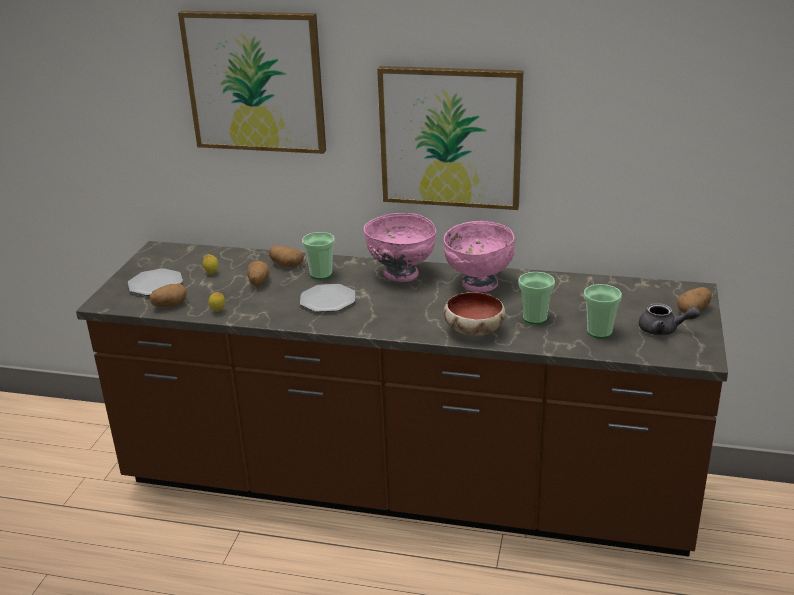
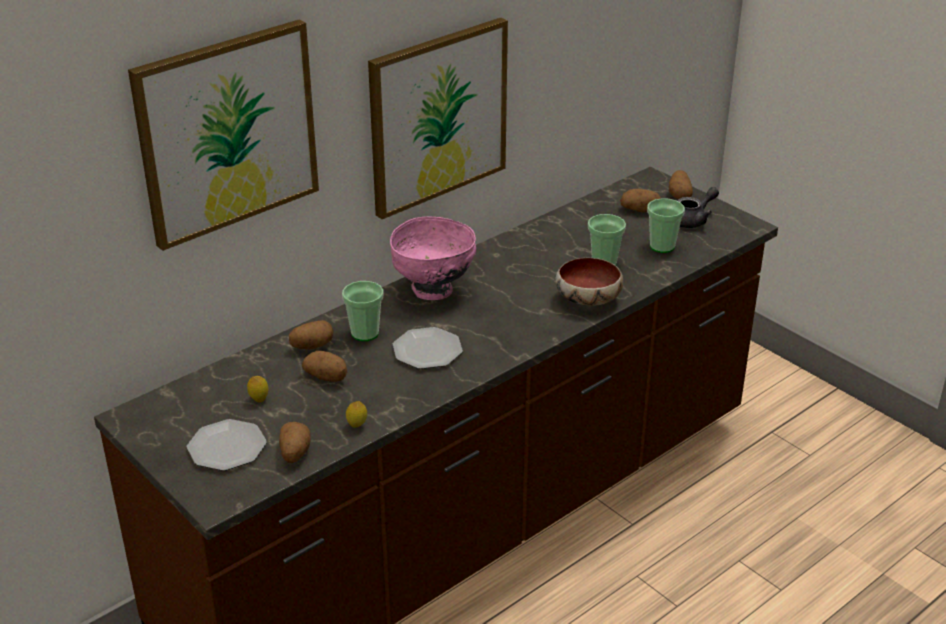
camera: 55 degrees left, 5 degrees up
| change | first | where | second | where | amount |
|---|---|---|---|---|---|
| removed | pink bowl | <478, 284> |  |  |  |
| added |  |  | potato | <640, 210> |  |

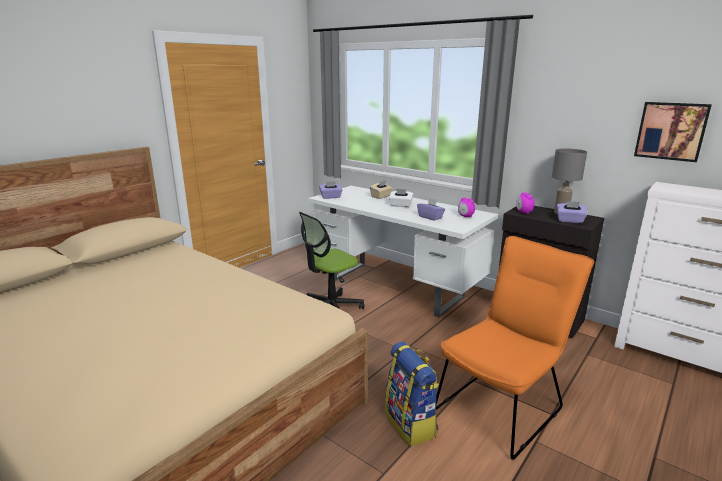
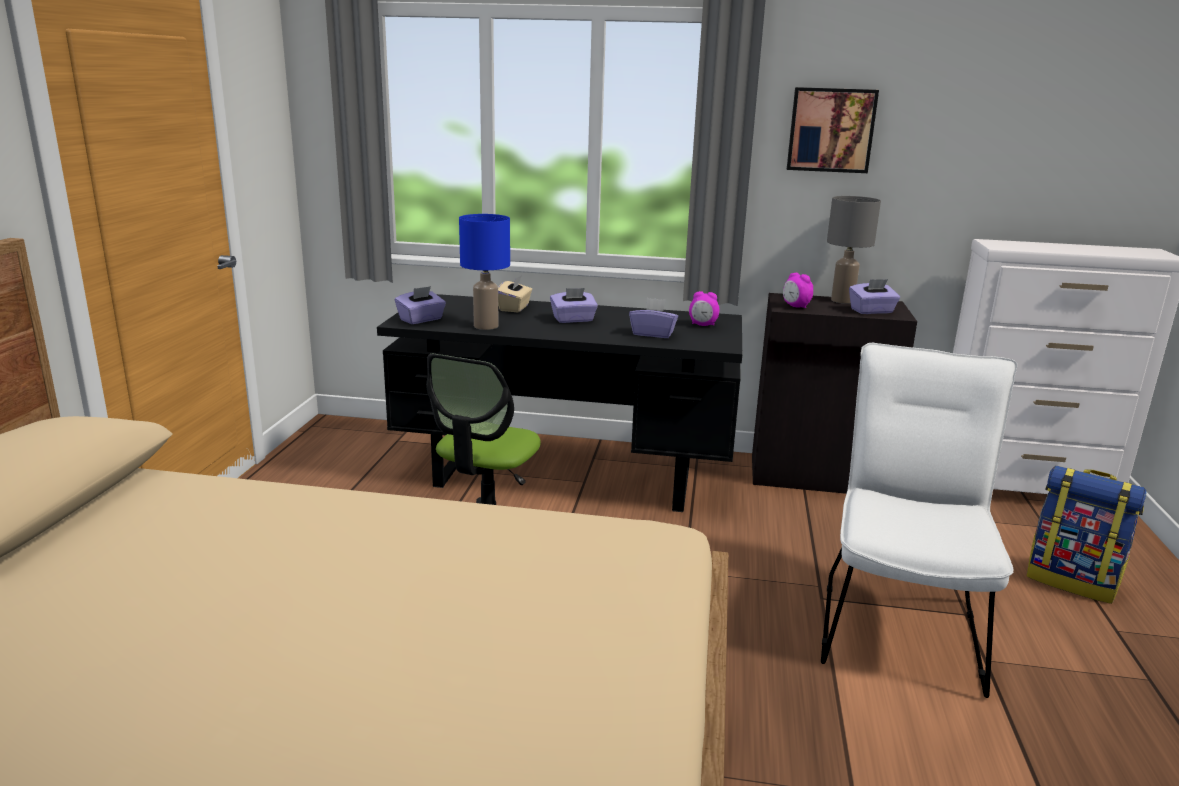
camera: 30 degrees left, 0 degrees up
| change | first | where | second | where | amount |
|---|---|---|---|---|---|
| recoloured | white desk | <396, 287> | black desk | <565, 477> |  |
| moved | backpack | <411, 424> |  | <1072, 581> |  |
| recoloured | white tissue box | <400, 205> | purple tissue box | <573, 320> |  |
| recoloured | orange chair | <503, 405> | white chair | <899, 623> |  |
| moved | picture | <671, 131> |  | <831, 130> |  |
| added |  |  | blue table lamp | <485, 326> |  |

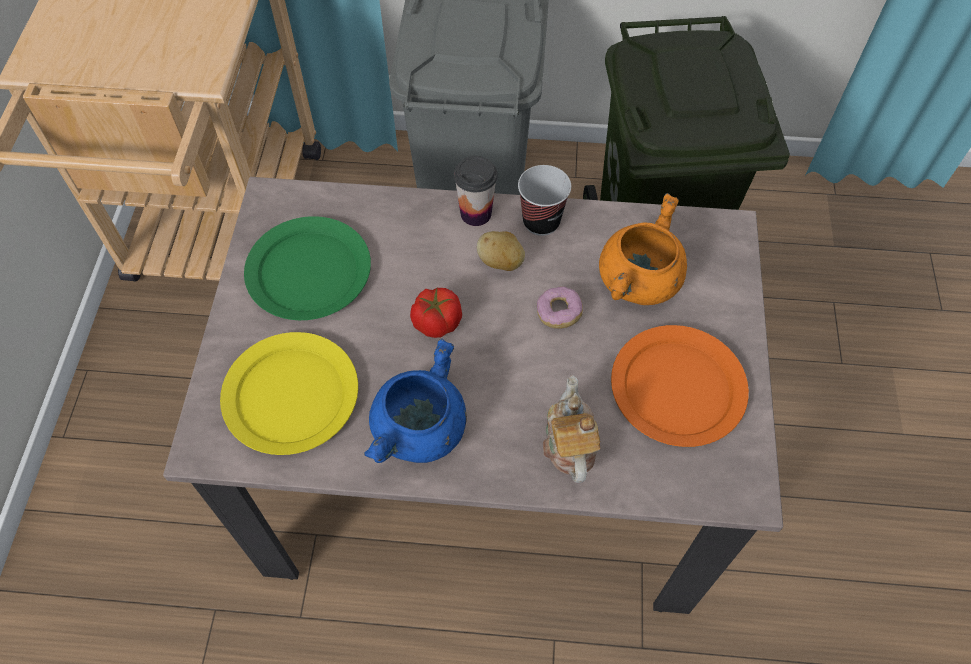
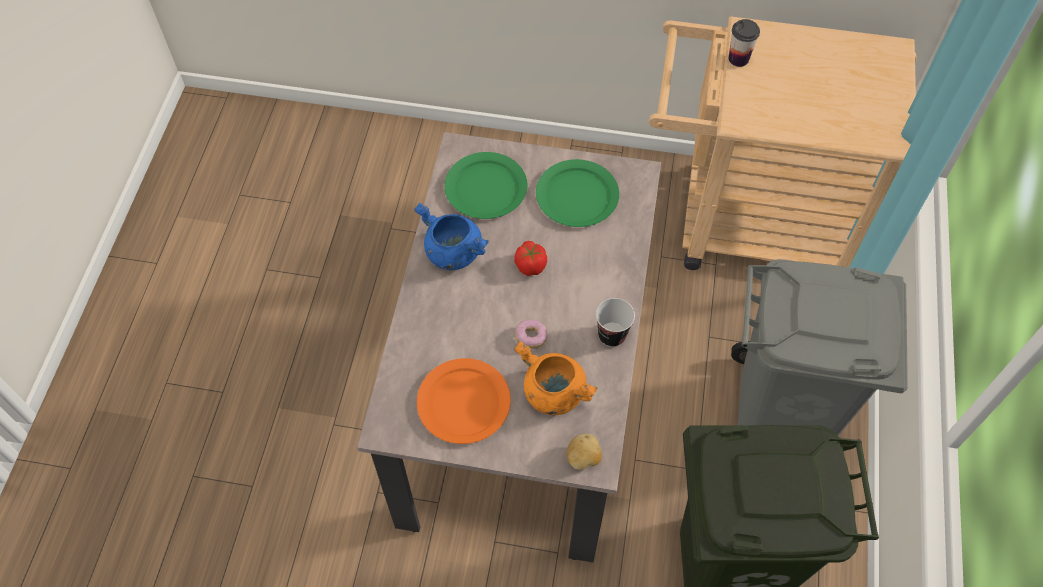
camera: 95 degrees right, 0 degrees up
| change | first | where | second | where | amount |
|---|---|---|---|---|---|
| recoloured | yellow plate | <292, 396> | green plate | <485, 188> |  |
| moved | cup | <476, 213> |  | <738, 59> |  |
| moved | potato | <501, 262> |  | <583, 458> |  |
| removed | teapot | <569, 444> |  |  |  |

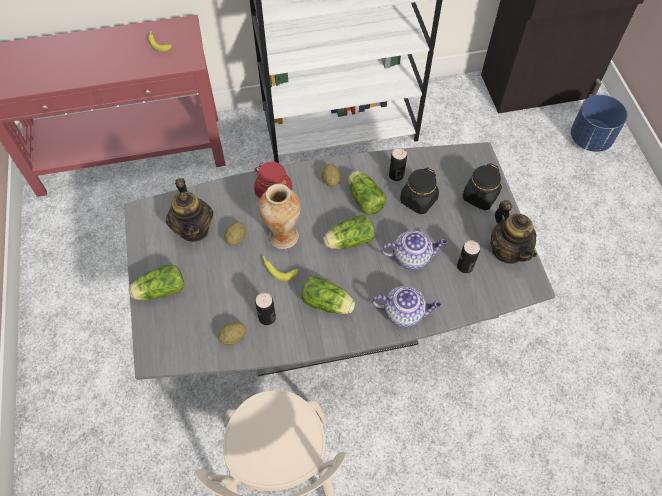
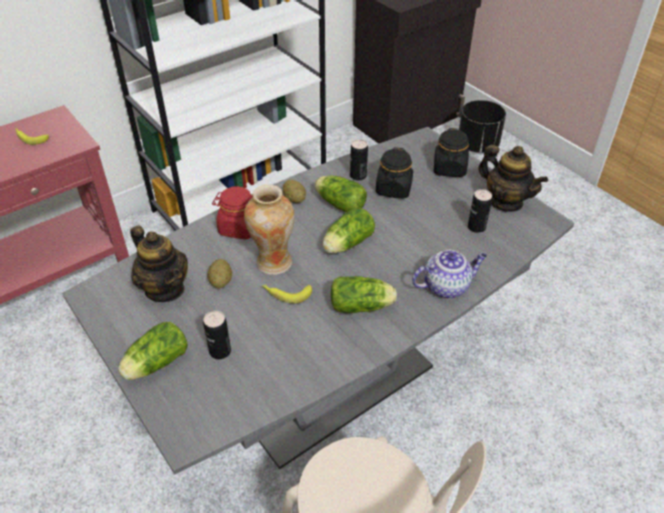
camera: 25 degrees left, 15 degrees down
| change | first | where | second | where | amount |
|---|---|---|---|---|---|
| removed | potato | <233, 337> |  |  |  |
| moved | can | <267, 317> |  | <220, 351> |  |
| removed | teapot | <412, 257> |  |  |  |
| recoloured | blue planter | <590, 139> | black planter | <478, 146> |  |

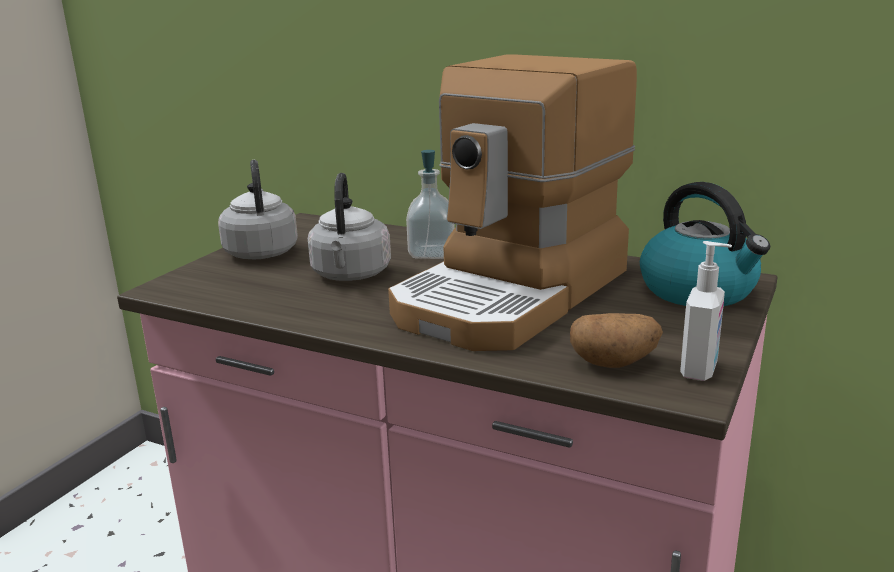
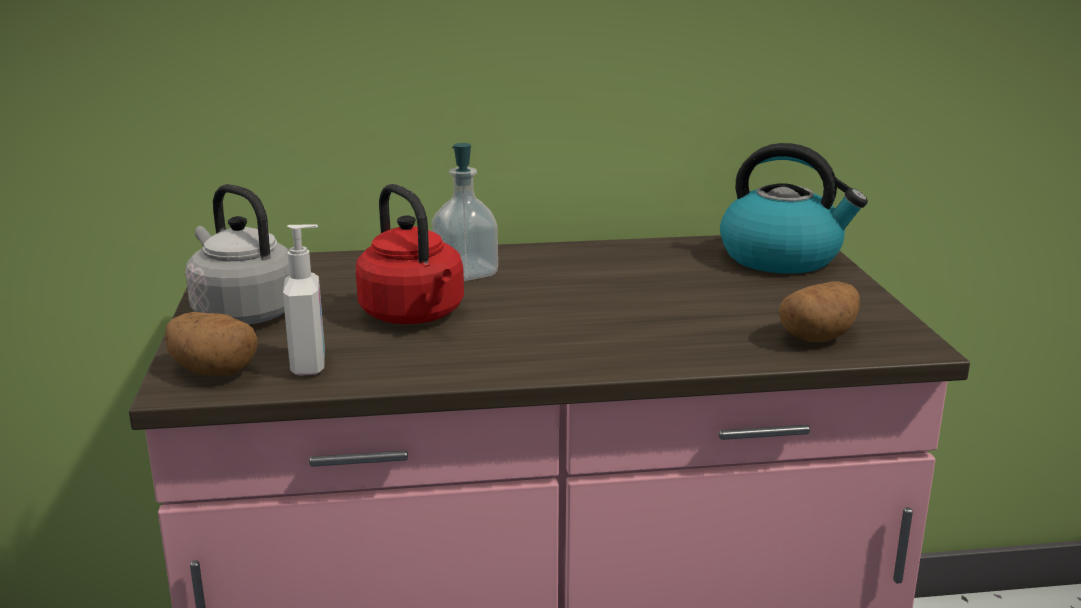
camera: 35 degrees left, 0 degrees up
| change | first | where | second | where | amount |
|---|---|---|---|---|---|
| recoloured | grey kettle | <350, 275> | red kettle | <415, 316> |  |
| removed | coffee machine | <514, 295> |  |  |  |
| moved | soap dispenser | <700, 370> |  | <310, 365> |  |
| added |  |  | potato | <213, 371> |  |

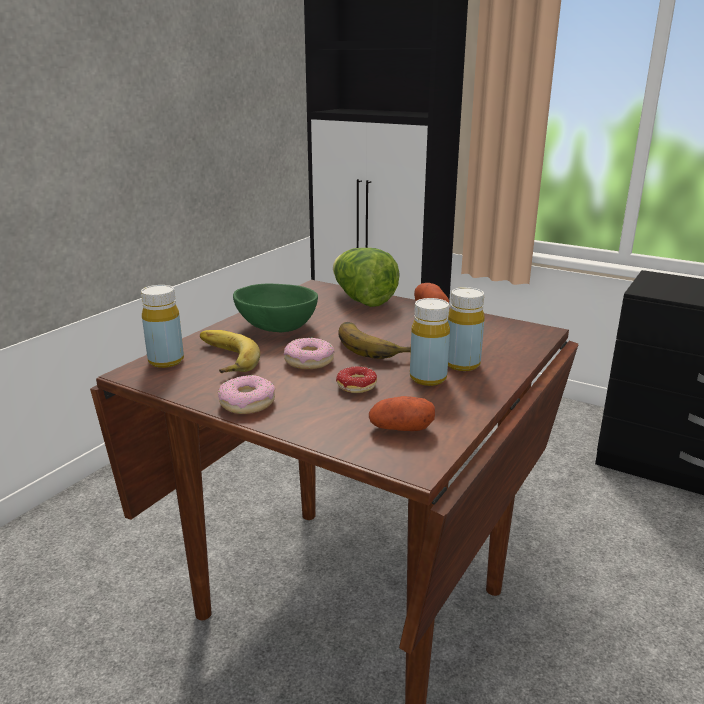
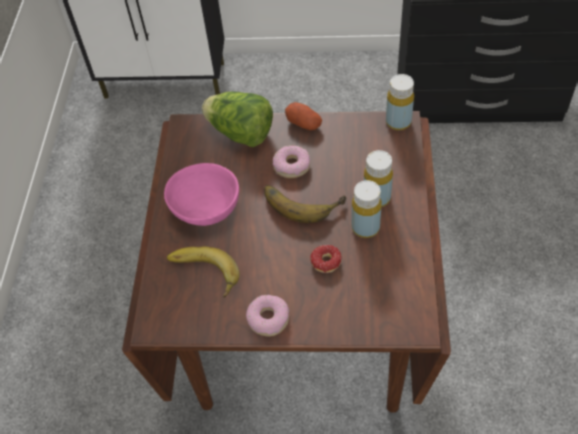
camera: 25 degrees left, 30 degrees up
| change | first | where | second | where | amount |
|---|---|---|---|---|---|
| moved | yellow bottle | <166, 361> |  | <398, 122> |  |
| recoloured | green bowl | <277, 327> | pink bowl | <206, 209> |  |
| moved | donut | <309, 361> |  | <292, 166> |  |
| removed | potato | <401, 429> |  |  |  |

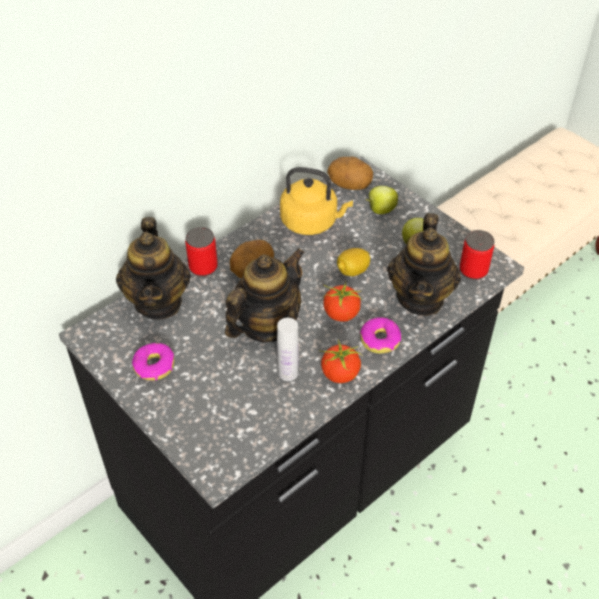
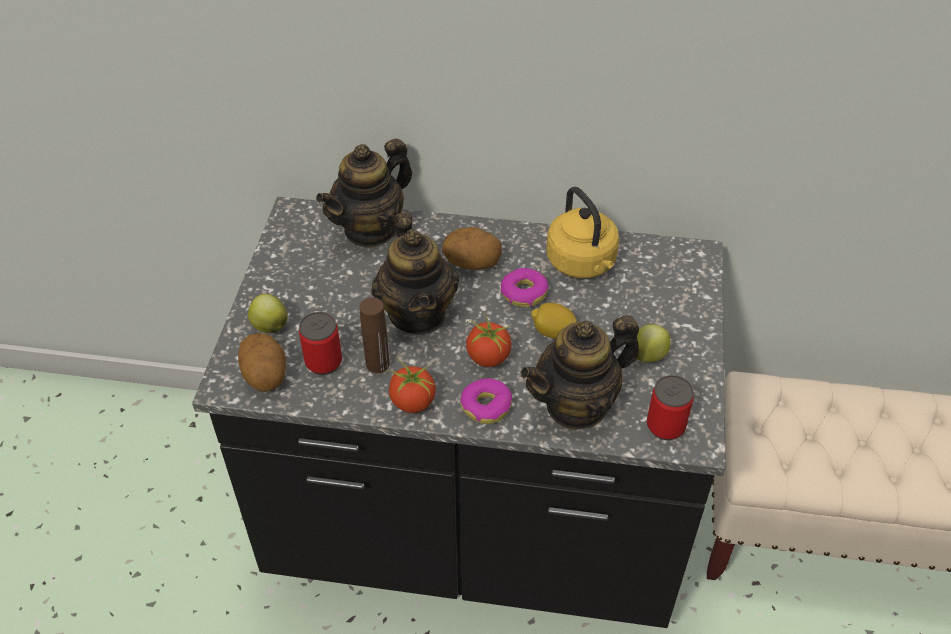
camera: 50 degrees right, 0 degrees up
| change | first | where | second | where | amount |
|---|---|---|---|---|---|
| moved | donut | <154, 366> |  | <523, 293> |  |
| moved | can | <203, 267> |  | <323, 362> |  |
| turned | teapot | <266, 325> |  | <418, 313> | 75 degrees clockwise |
| recoloured | white bottle | <288, 373> | brown bottle | <377, 364> |  |
| moved | potato | <350, 185> |  | <266, 376> |  |
| moved | apple | <380, 210> |  | <269, 326> |  |

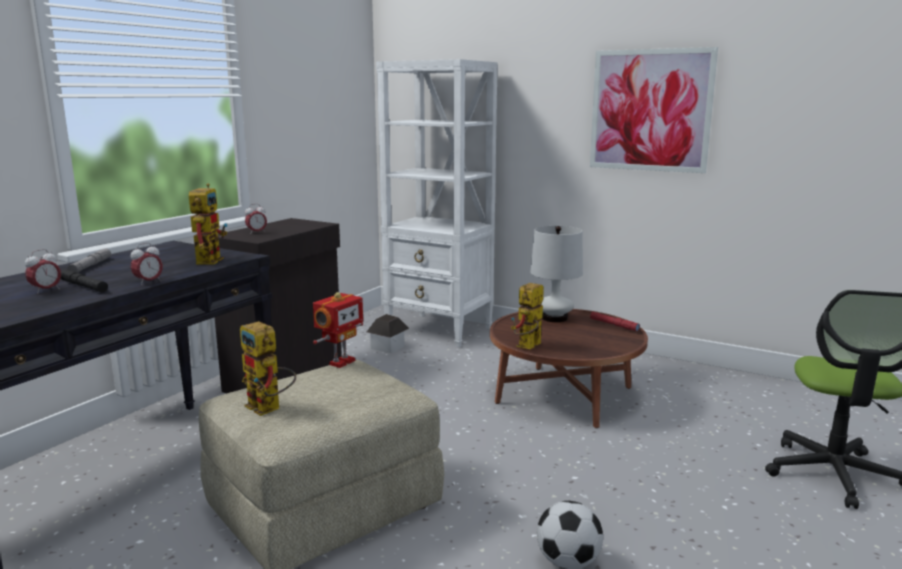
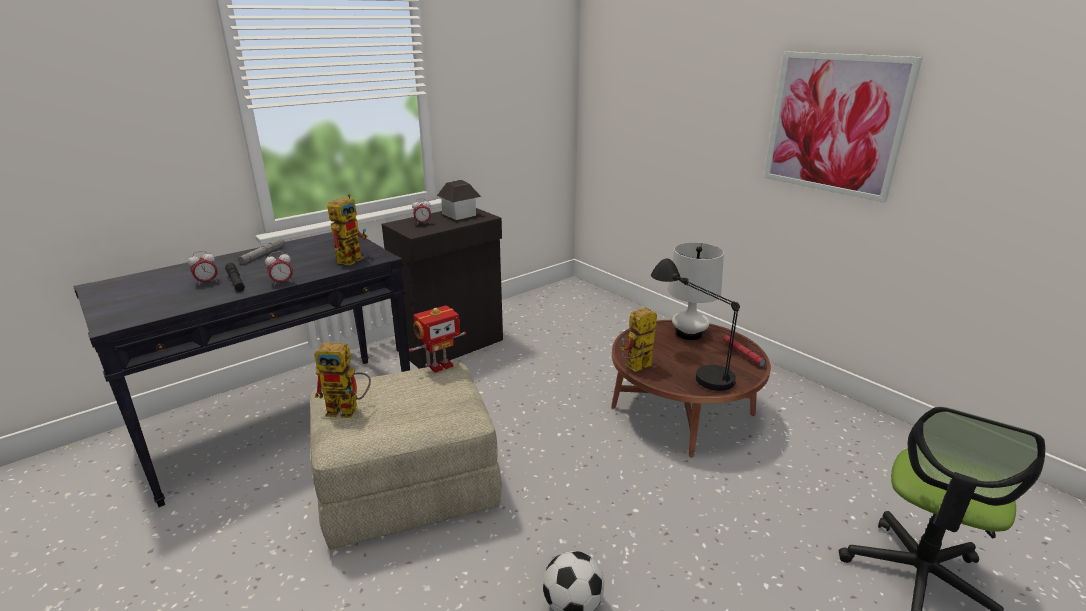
camera: 20 degrees right, 10 degrees up
| change | first | where | second | where | amount |
|---|---|---|---|---|---|
| turned | toy robot | <269, 408> |  | <349, 410> | 60 degrees counterclockwise |
| moved | toy house | <388, 347> |  | <459, 214> |  |
| removed | white bookcase | <439, 330> |  |  |  |
| added |  |  | black table lamp | <689, 365> |  |

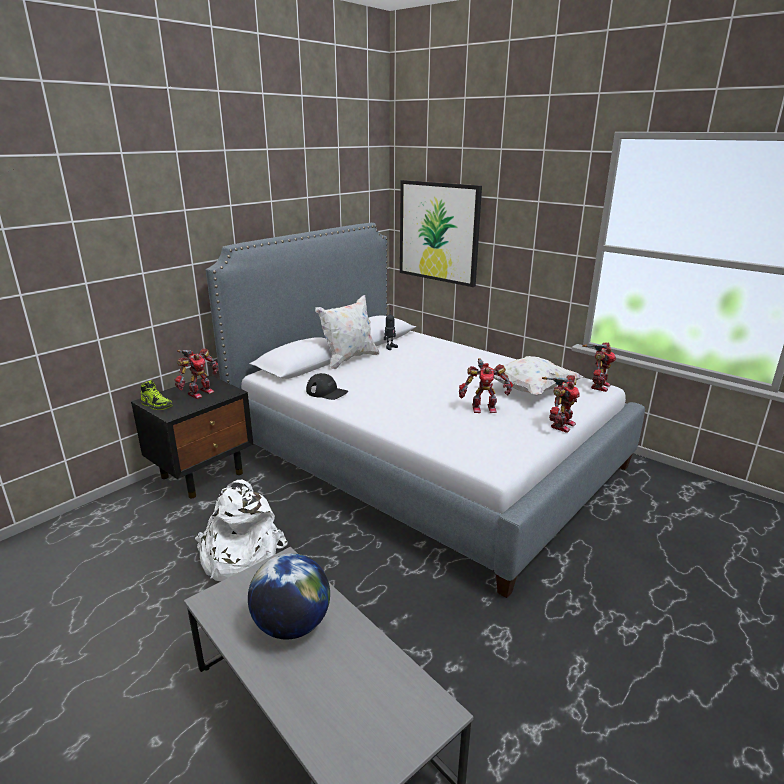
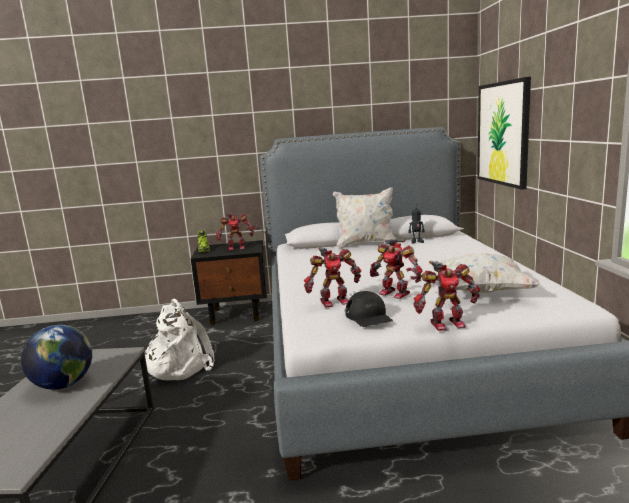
camera: 45 degrees right, 10 degrees down
| change | first | where | second | where | amount |
|---|---|---|---|---|---|
| moved | black cap | <327, 392> |  | <368, 316> |  |
| moved | toy robot | <598, 386> |  | <333, 301> |  |

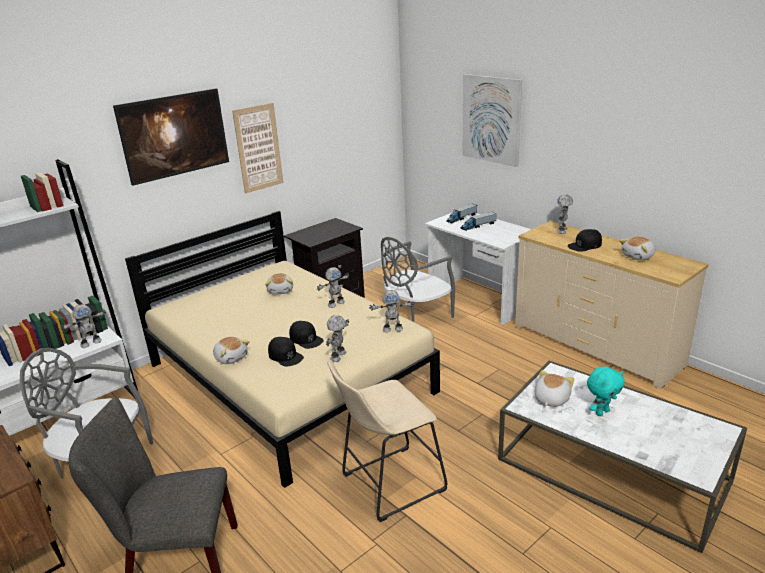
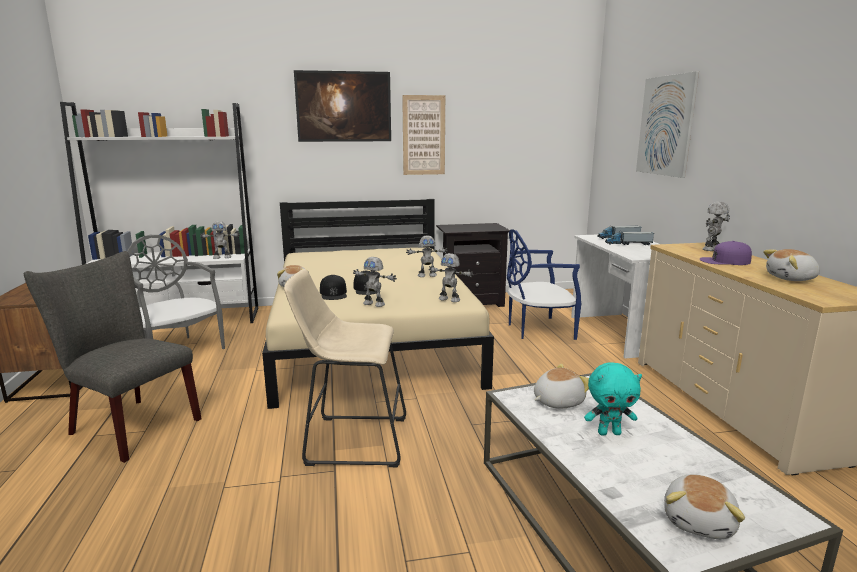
camera: 30 degrees right, 10 degrees down
| change | first | where | second | where | amount |
|---|---|---|---|---|---|
| moved | plush toy | <281, 291> |  | <699, 521> |  |
| turned | toy robot | <339, 356> |  | <374, 304> | 120 degrees counterclockwise |
| recoloured | grey chair | <416, 316> | blue chair | <537, 329> |  |
| recoloured | black cap | <585, 245> | purple cap | <725, 261> |  |

